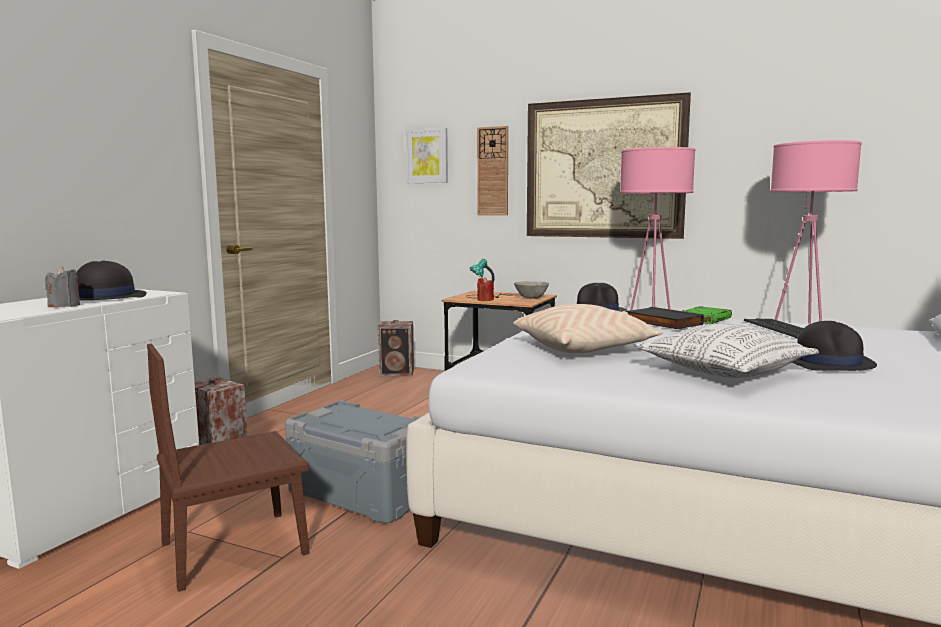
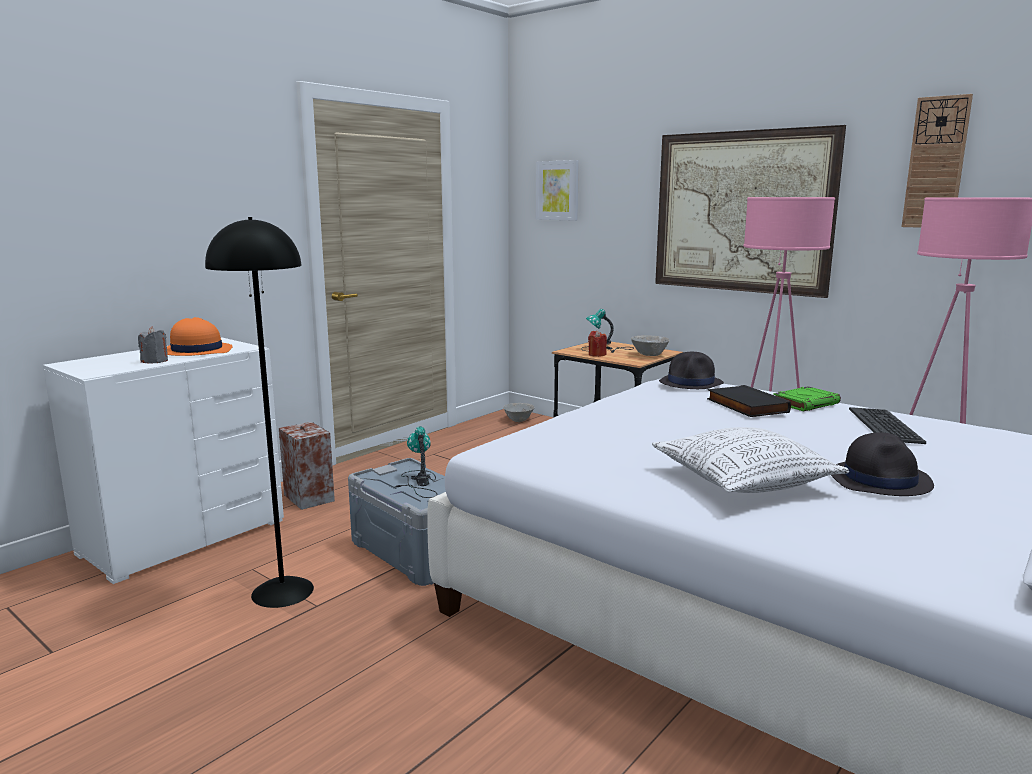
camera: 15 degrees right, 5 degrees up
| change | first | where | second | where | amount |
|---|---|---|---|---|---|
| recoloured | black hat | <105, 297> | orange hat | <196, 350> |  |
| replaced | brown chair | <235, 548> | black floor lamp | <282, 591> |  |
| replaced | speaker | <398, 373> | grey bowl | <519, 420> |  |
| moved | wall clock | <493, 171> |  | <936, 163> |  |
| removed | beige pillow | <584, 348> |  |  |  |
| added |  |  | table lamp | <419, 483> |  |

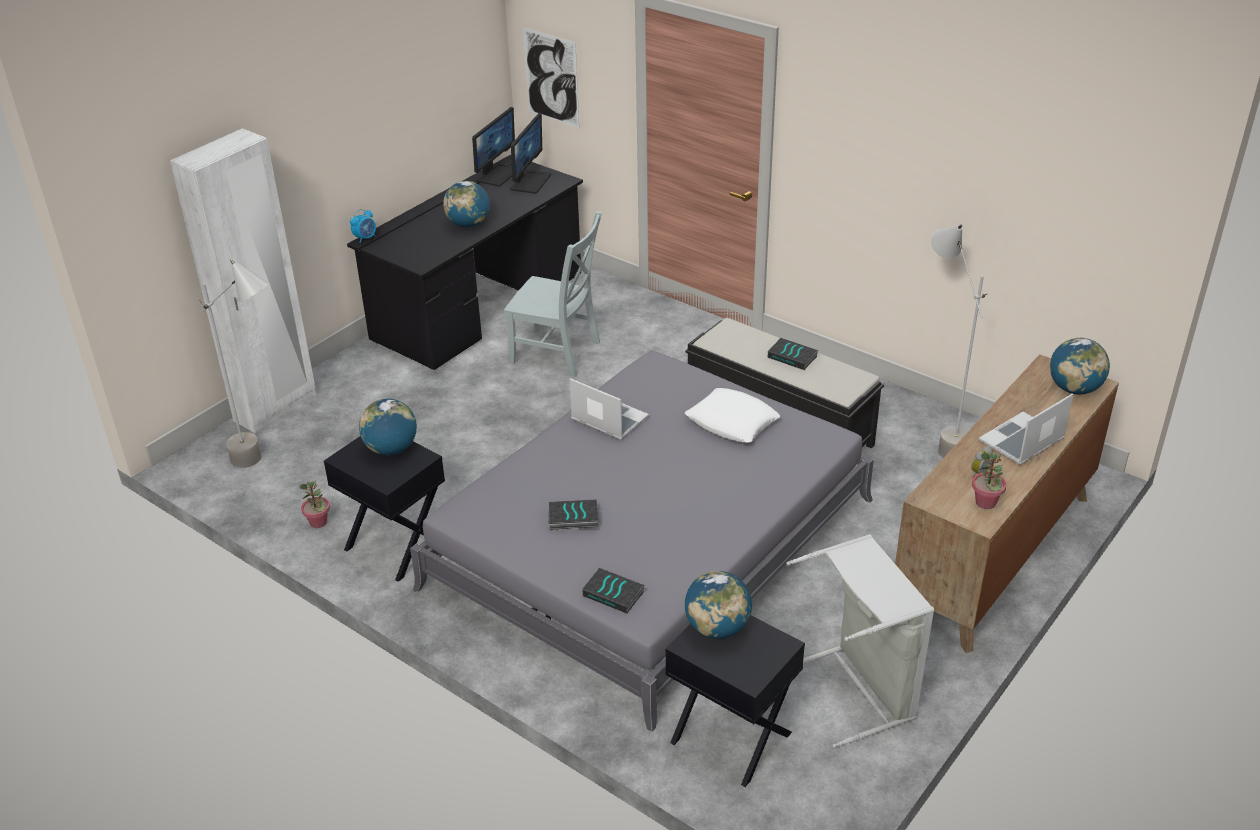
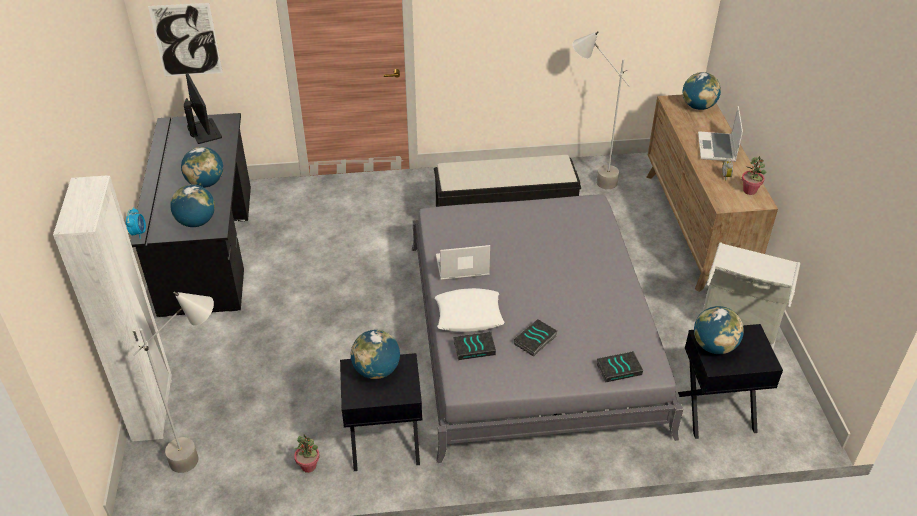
camera: 45 degrees left, 5 degrees up
| change | first | where | second | where | amount |
|---|---|---|---|---|---|
| removed | monitor | <497, 174> |  |  |  |
| removed | grey chair | <559, 353> |  |  |  |
| moved | white pillow | <731, 422> |  | <468, 315> |  |
| moved | book | <793, 357> |  | <474, 347> |  |
| added |  |  | globe | <196, 222> |  |

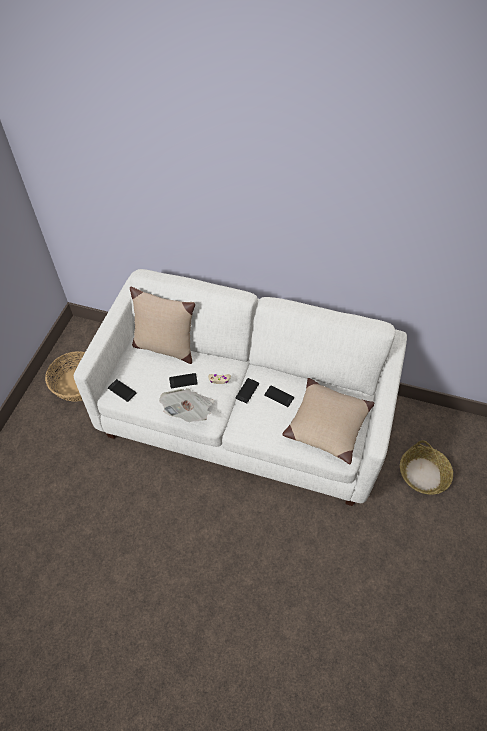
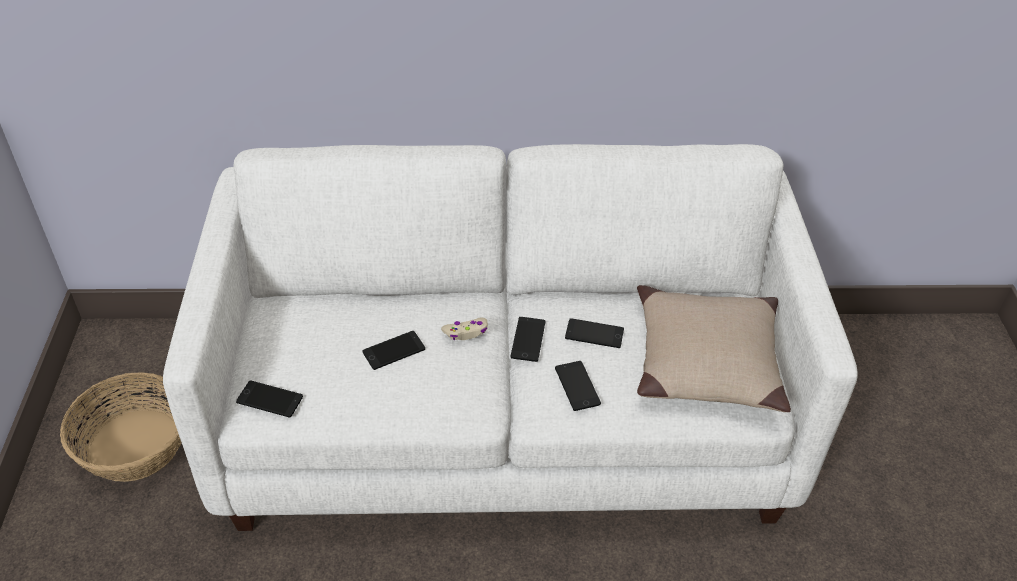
camera: 20 degrees left, 10 degrees down
| change | first | where | second | where | amount |
|---|---|---|---|---|---|
| removed | beige pillow | <164, 347> |  |  |  |
| removed | newspaper | <189, 411> |  |  |  |
| removed | basket | <423, 474> |  |  |  |
| added |  |  | phone | <577, 386> |  |

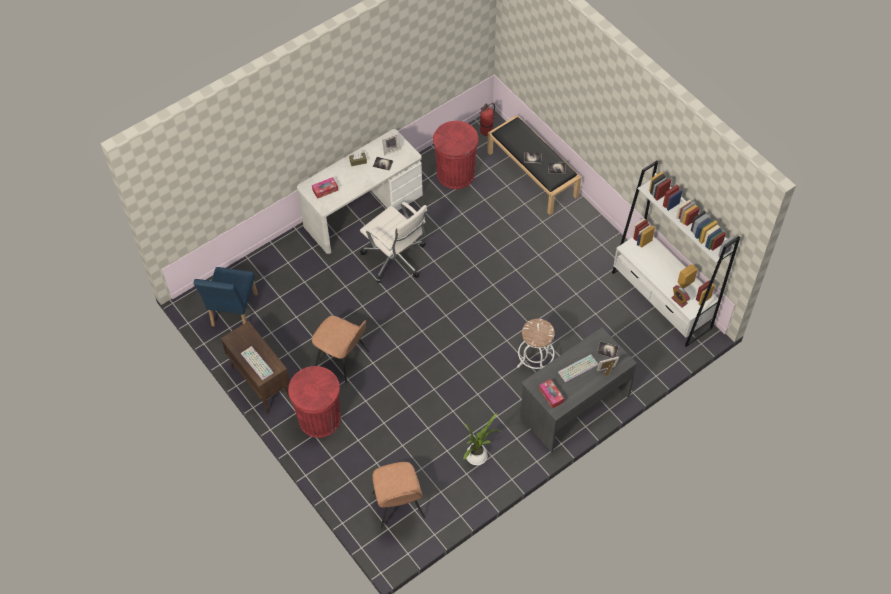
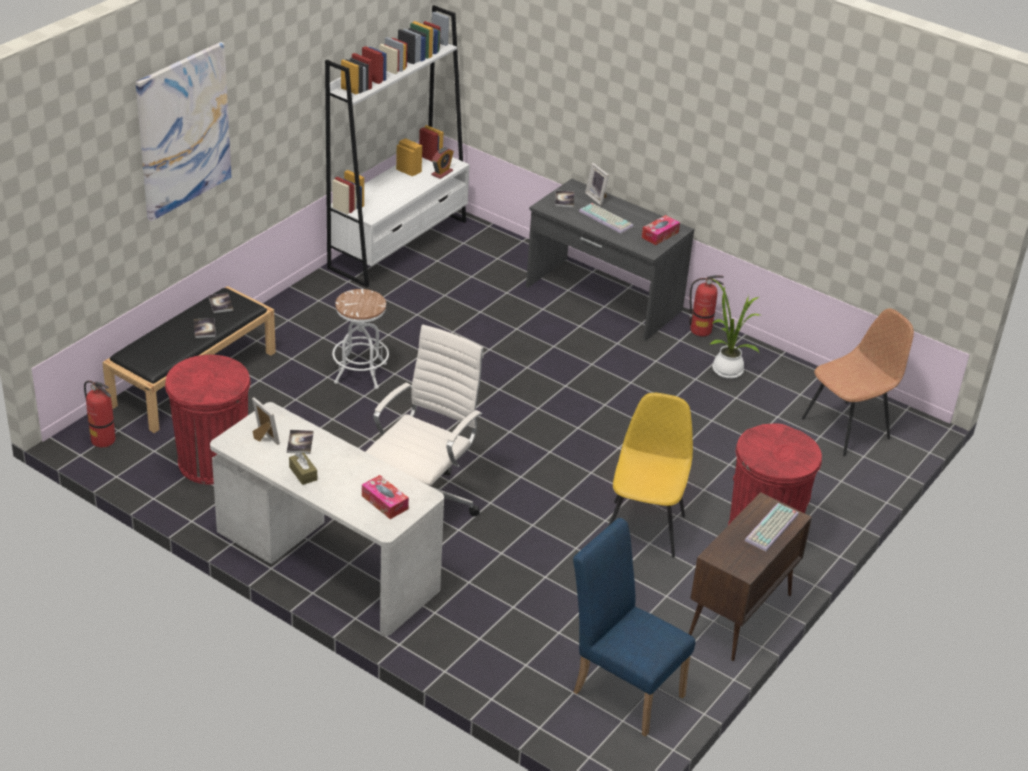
camera: 110 degrees left, 20 degrees down
| change | first | where | second | where | amount |
|---|---|---|---|---|---|
| turned | blue chair | <233, 313> |  | <622, 688> | 135 degrees counterclockwise |
| recoloured | brown chair | <343, 359> | yellow chair | <644, 527> |  |
| moved | white stool | <535, 360> |  | <360, 373> |  |
| added |  |  | picture | <183, 131> |  |
| added |  |  | fire extinguisher | <700, 330> |  |

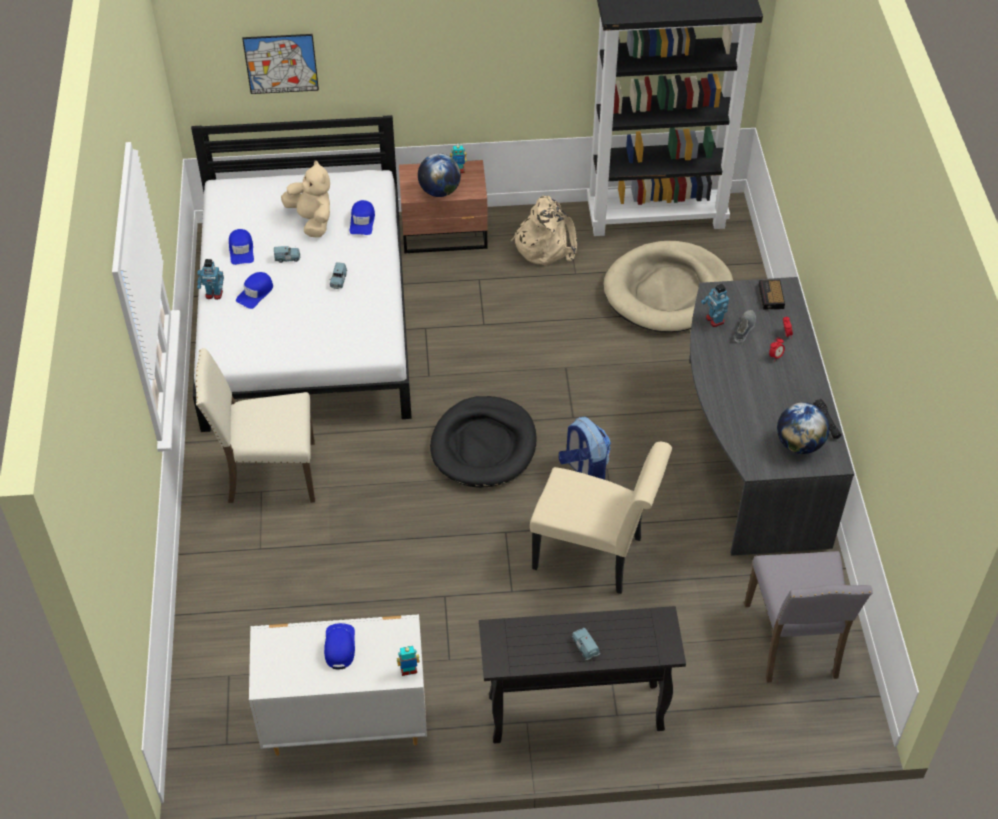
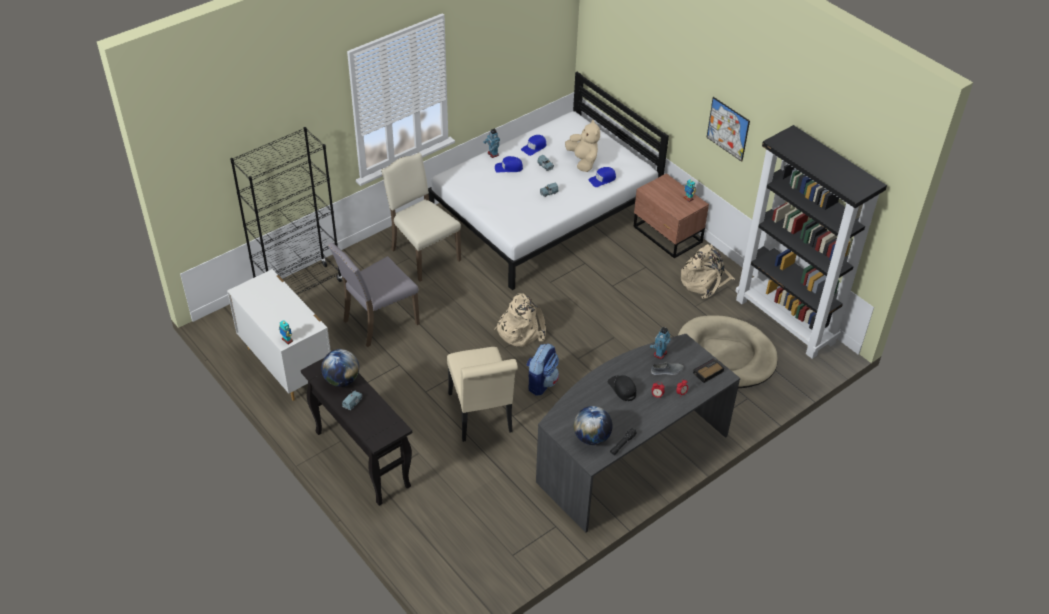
camera: 55 degrees right, 5 degrees down
| change | first | where | second | where | amount |
|---|---|---|---|---|---|
| moved | picture | <281, 63> |  | <728, 129> |  |
| turned | beige plush toy | <312, 220> |  | <583, 161> | 45 degrees counterclockwise |
| removed | blue cap | <339, 646> |  |  |  |
| moved | globe | <439, 191> |  | <341, 380> |  |
| replaced | black dog bed | <484, 445> | beige backpack | <520, 330> |  |
| moved | grey chair | <794, 642> |  | <378, 322> |  |
| added |  |  | black bookcase | <300, 289> |  |
| added |  |  | black cap | <622, 388> |  |

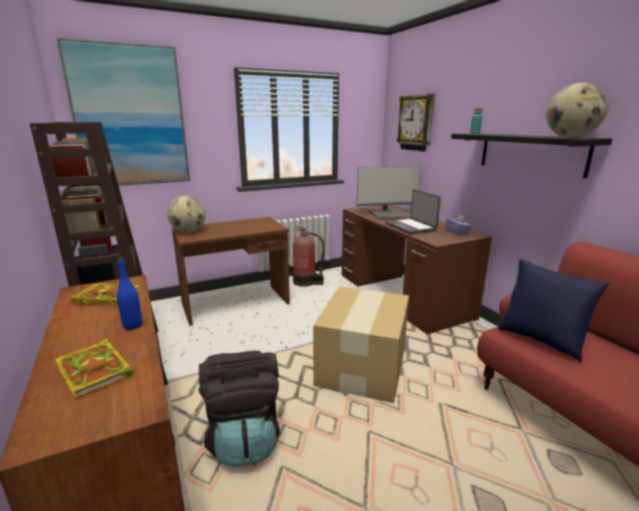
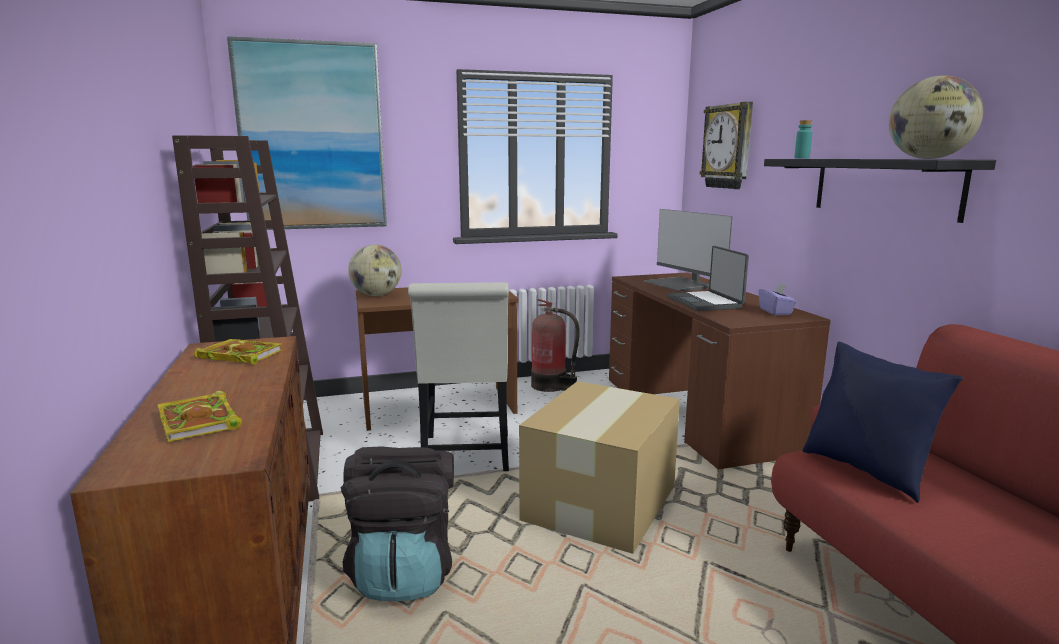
camera: 10 degrees right, 5 degrees down
| change | first | where | second | where | amount |
|---|---|---|---|---|---|
| removed | blue bottle | <133, 325> |  |  |  |
| turned | monitor | <389, 214> |  | <680, 285> | 60 degrees clockwise |
| added |  |  | white chair | <466, 457> |  |

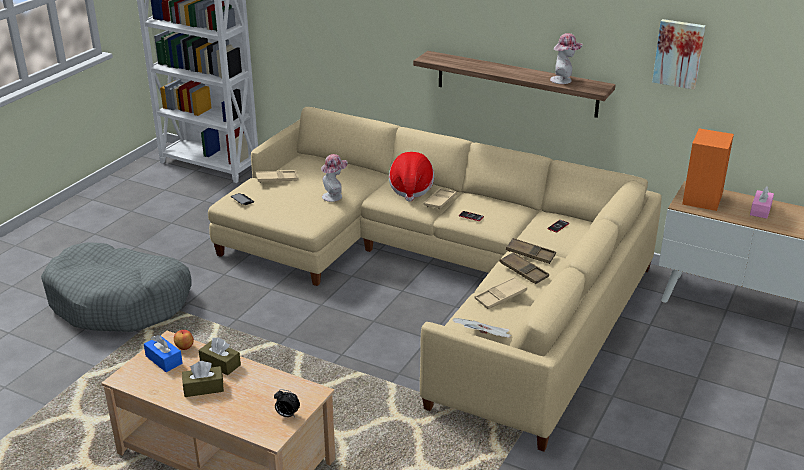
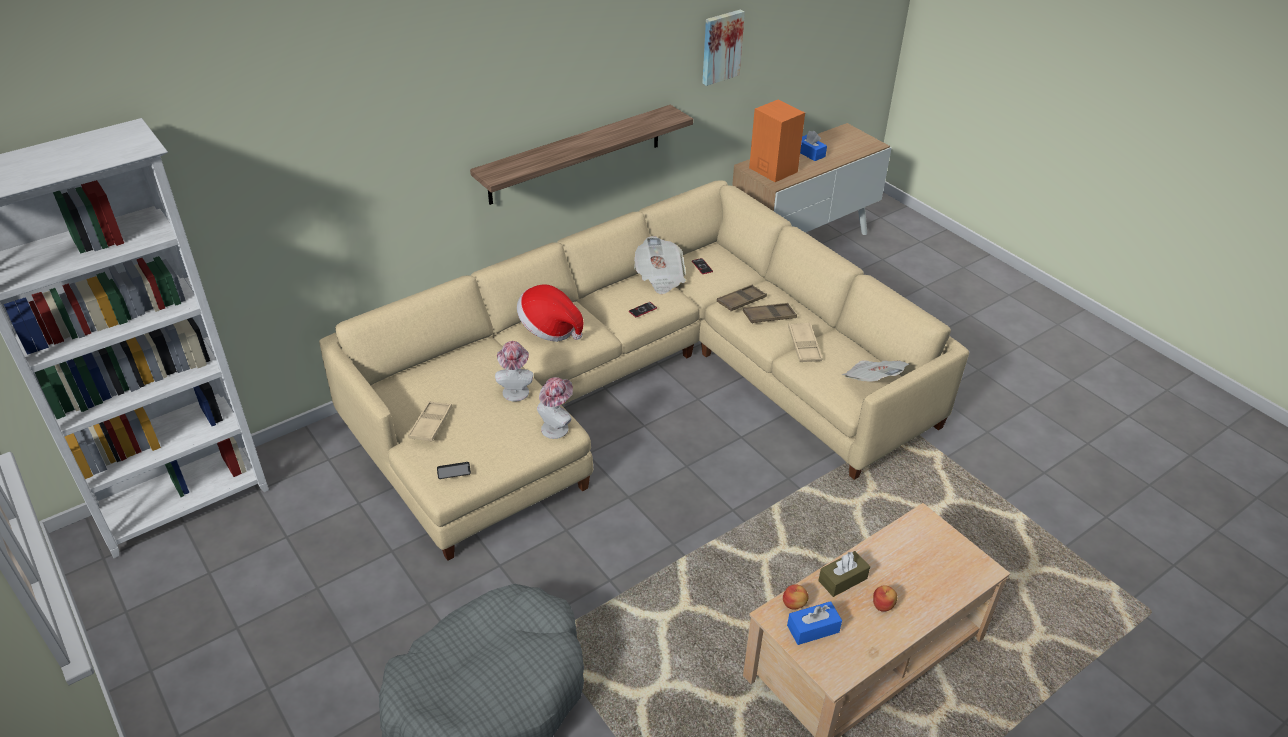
camera: 65 degrees left, 10 degrees up
| change | first | where | second | where | amount |
|---|---|---|---|---|---|
| replaced | brown tissue box | <203, 388> | apple | <883, 605> |  |
| removed | alarm clock | <287, 415> |  |  |  |
| removed | beige tray | <440, 201> |  |  |  |
| moved | hat | <564, 80> |  | <557, 426> |  |
| recoloured | pink tissue box | <760, 210> | blue tissue box | <809, 153> |  |
| added |  |  | newspaper | <659, 277> |  |

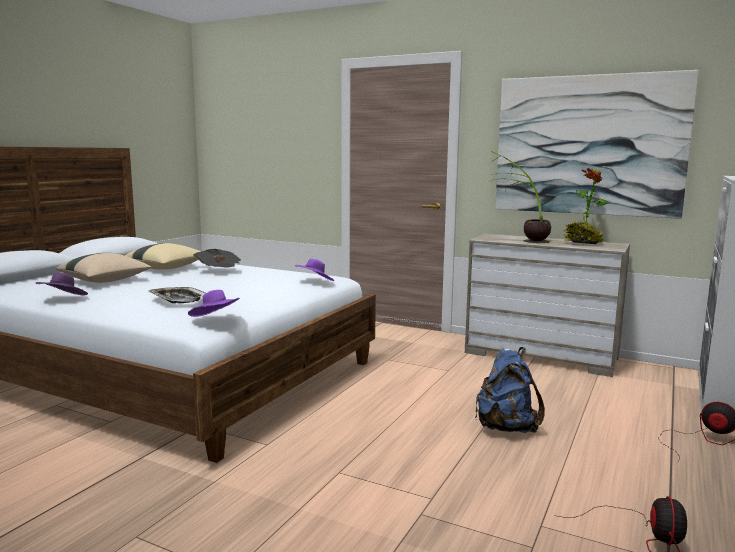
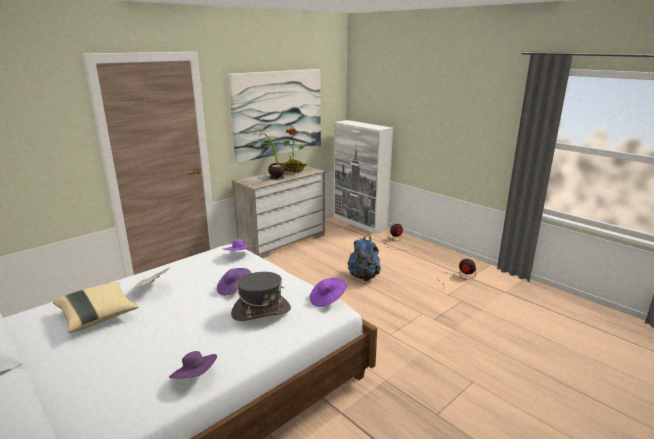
camera: 70 degrees left, 10 degrees up
| change | first | where | second | where | amount |
|---|---|---|---|---|---|
| removed | beige pillow | <106, 281> |  |  |  |
| replaced | tray | <178, 299> | grey hat | <261, 311> |  |
| added |  |  | purple hat | <234, 289> |  |

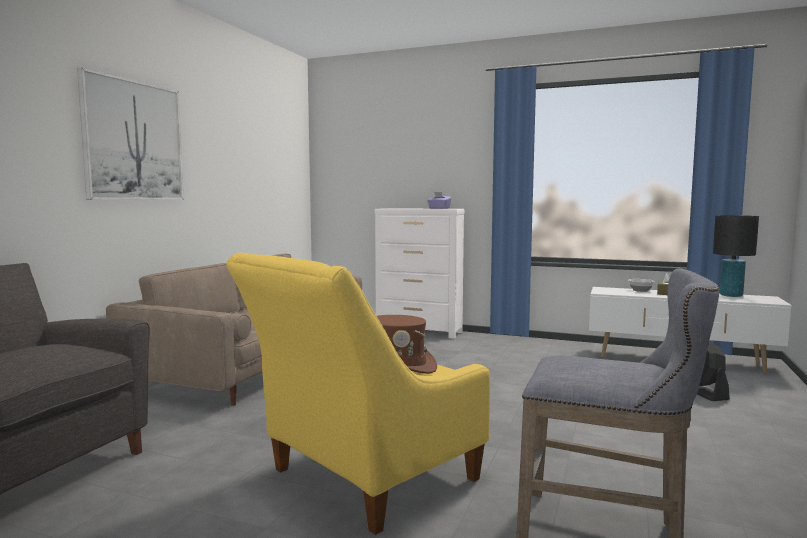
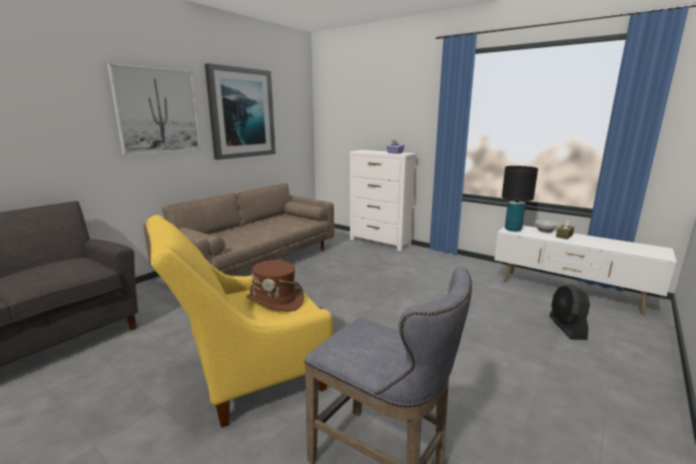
camera: 15 degrees right, 10 degrees up
| change | first | where | second | where | amount |
|---|---|---|---|---|---|
| moved | black table lamp | <731, 295> |  | <513, 229> |  |
| added |  |  | picture | <241, 113> |  |

